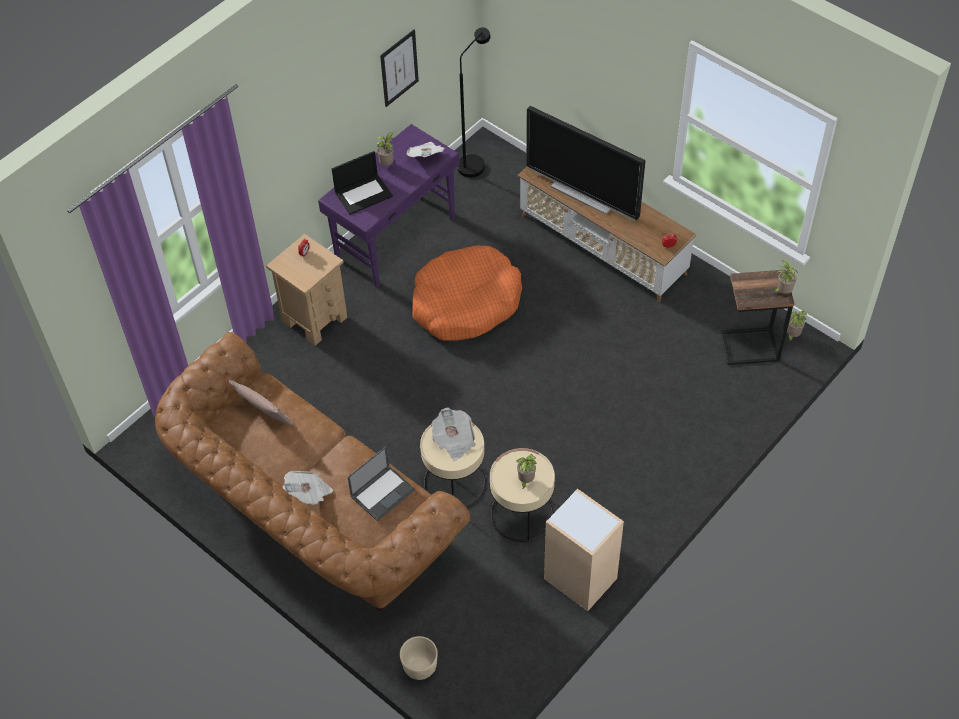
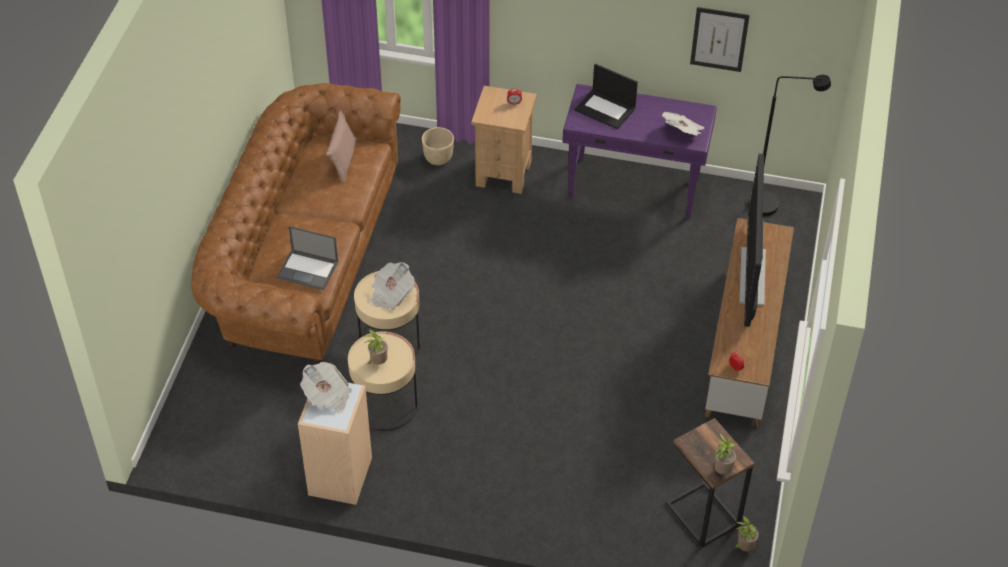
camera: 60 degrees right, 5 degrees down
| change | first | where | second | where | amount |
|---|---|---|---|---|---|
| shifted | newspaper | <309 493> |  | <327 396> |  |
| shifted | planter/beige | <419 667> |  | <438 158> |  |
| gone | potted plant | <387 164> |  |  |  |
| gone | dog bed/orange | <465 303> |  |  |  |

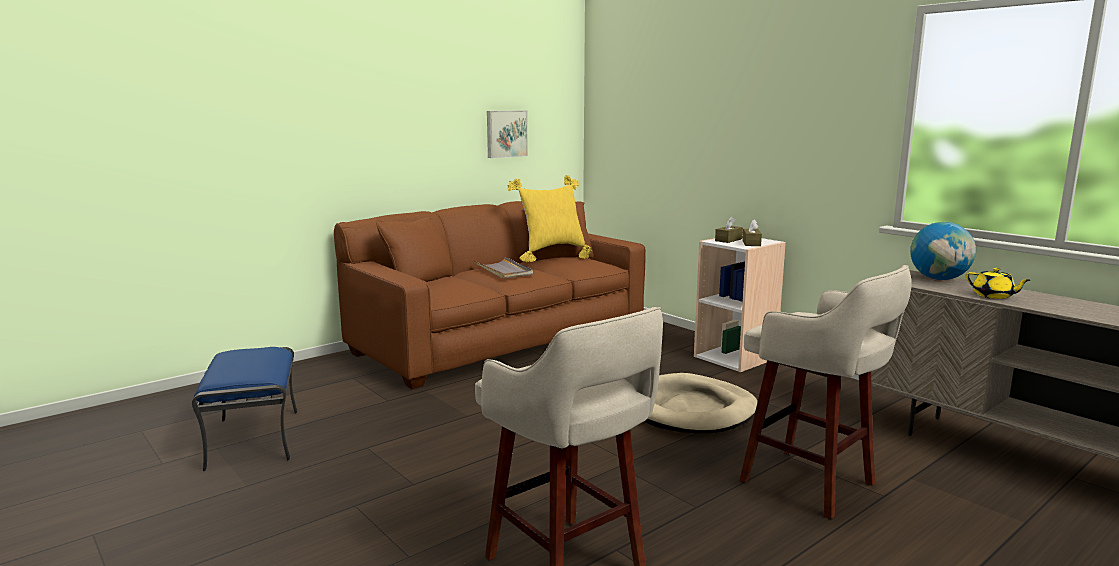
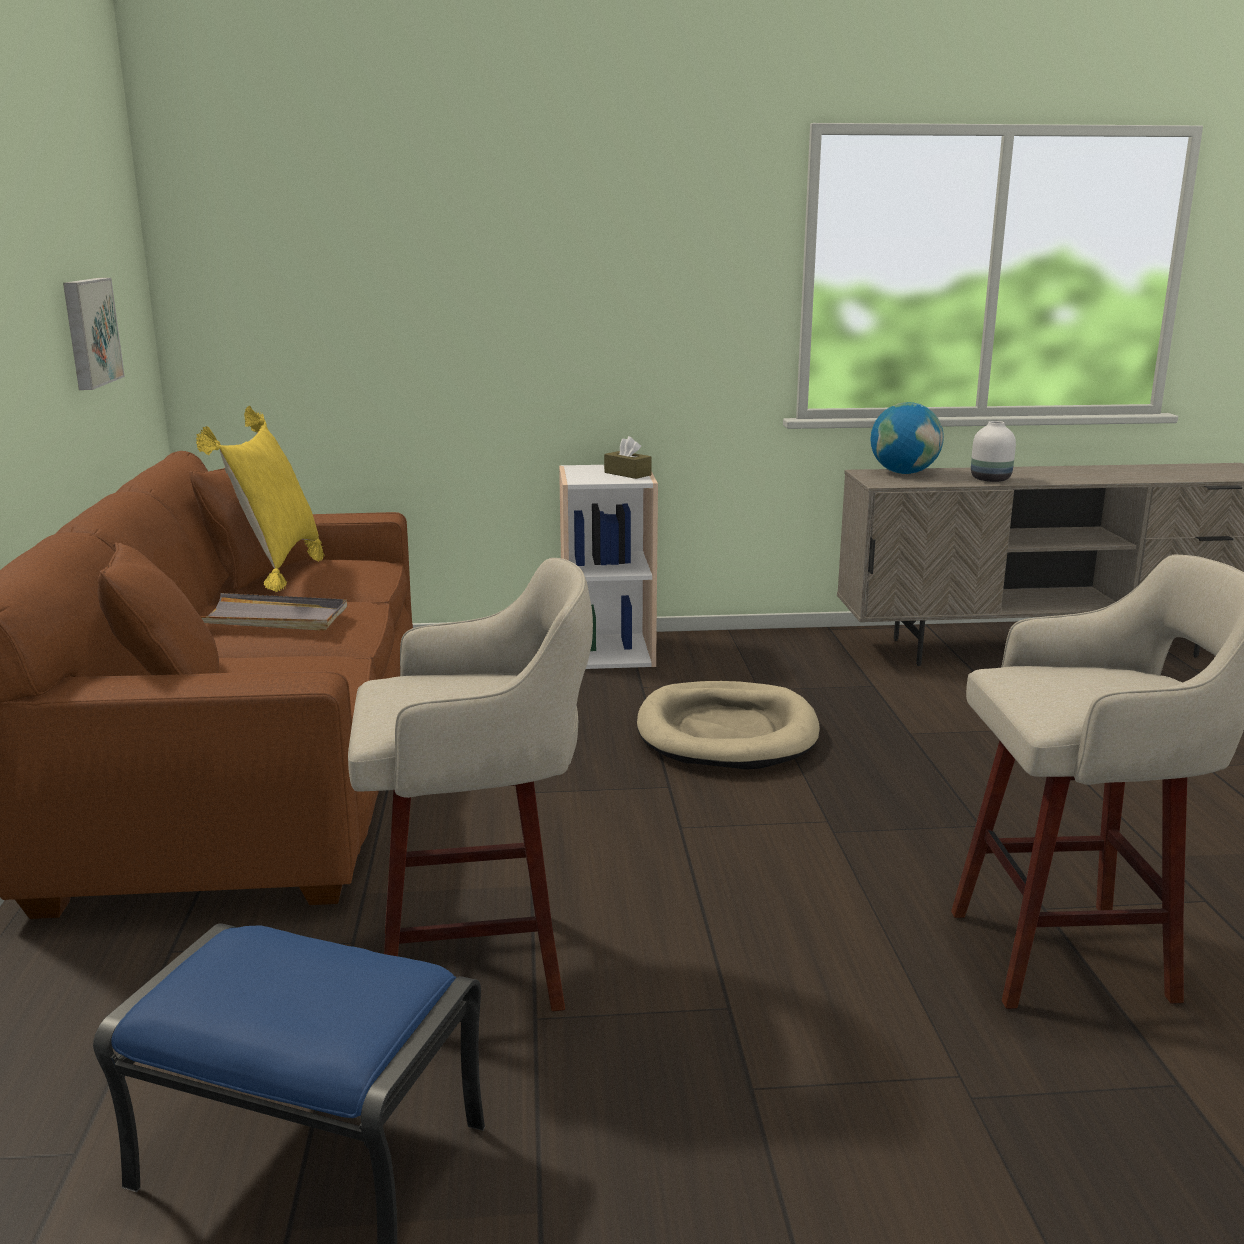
camera: 55 degrees left, 5 degrees up
| change | first | where | second | where | amount |
|---|---|---|---|---|---|
| shifted | stool/beige | <812 485> |  | <481 967> |  |
| swapped | teapot/yellow | <993 296> | vase/white | <991 479> |  |
| gone | tissue box/brown | <728 240> |  |  |  |

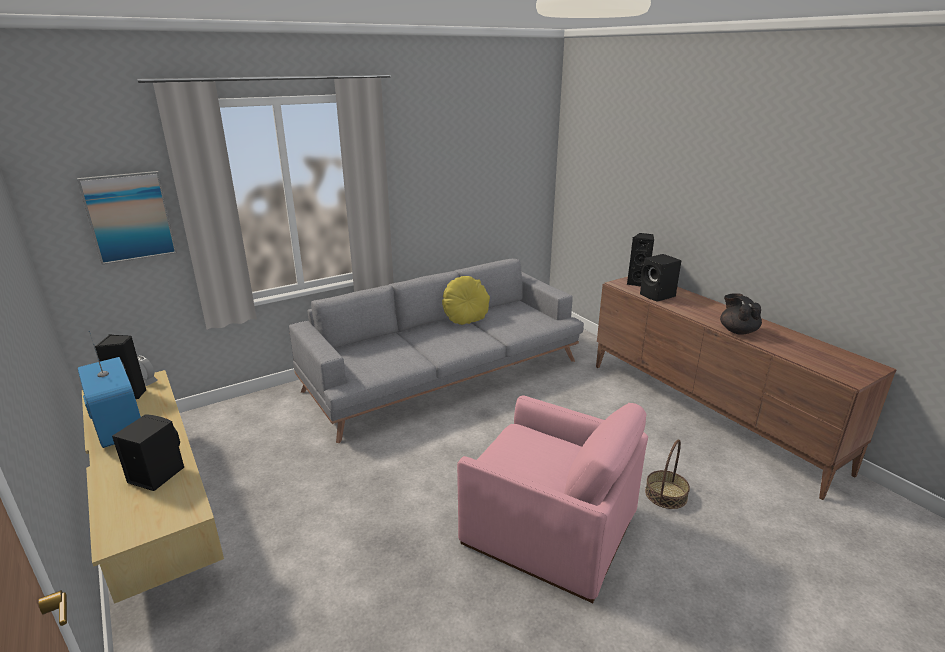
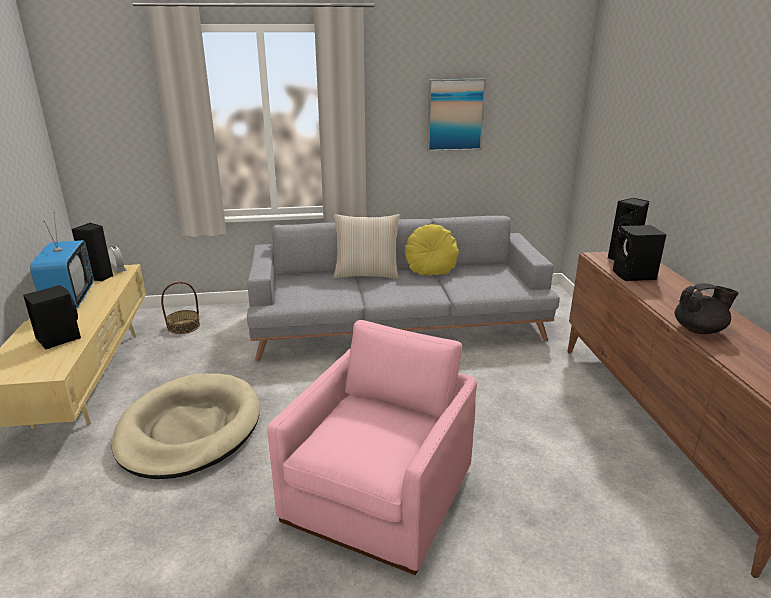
camera: 25 degrees right, 0 degrees up
| change | first | where | second | where | amount |
|---|---|---|---|---|---|
| new |  |  | dog bed/beige | <189 429> |  |
| shifted | basket | <665 494> |  | <183 326> |  |
| rotated | armchair/pink | <548 528> |  | <380 494> | 120 degrees counterclockwise |
| new |  |  | pillow/beige | <366 274> |  |
| shifted | picture | <129 217> |  | <455 115> |  |
| rotated | teapot/black | <737 331> |  | <699 330> | 75 degrees clockwise |

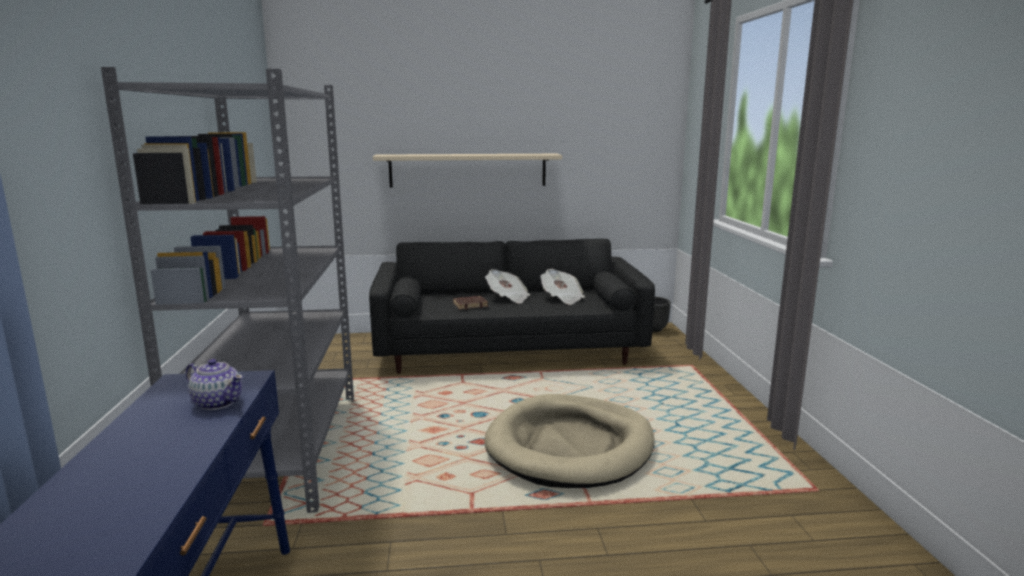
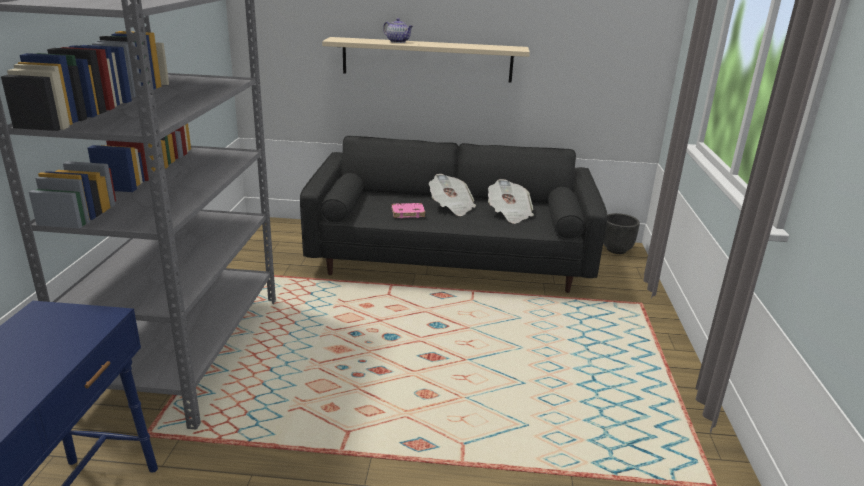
camera: 10 degrees right, 10 degrees up
| change | first | where | second | where | amount |
|---|---|---|---|---|---|
| shifted | teapot | <217 402> |  | <397 41> |  |
| repainted | book/brown | <470 305> | book/pink | <408 213> |  |
| gone | dog bed/beige | <570 446> |  |  |  |

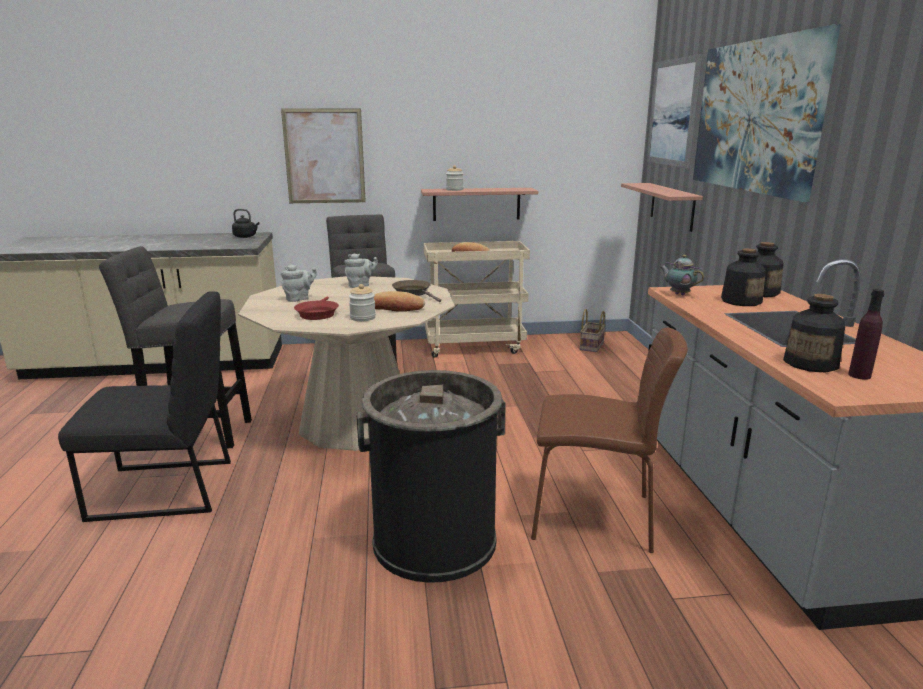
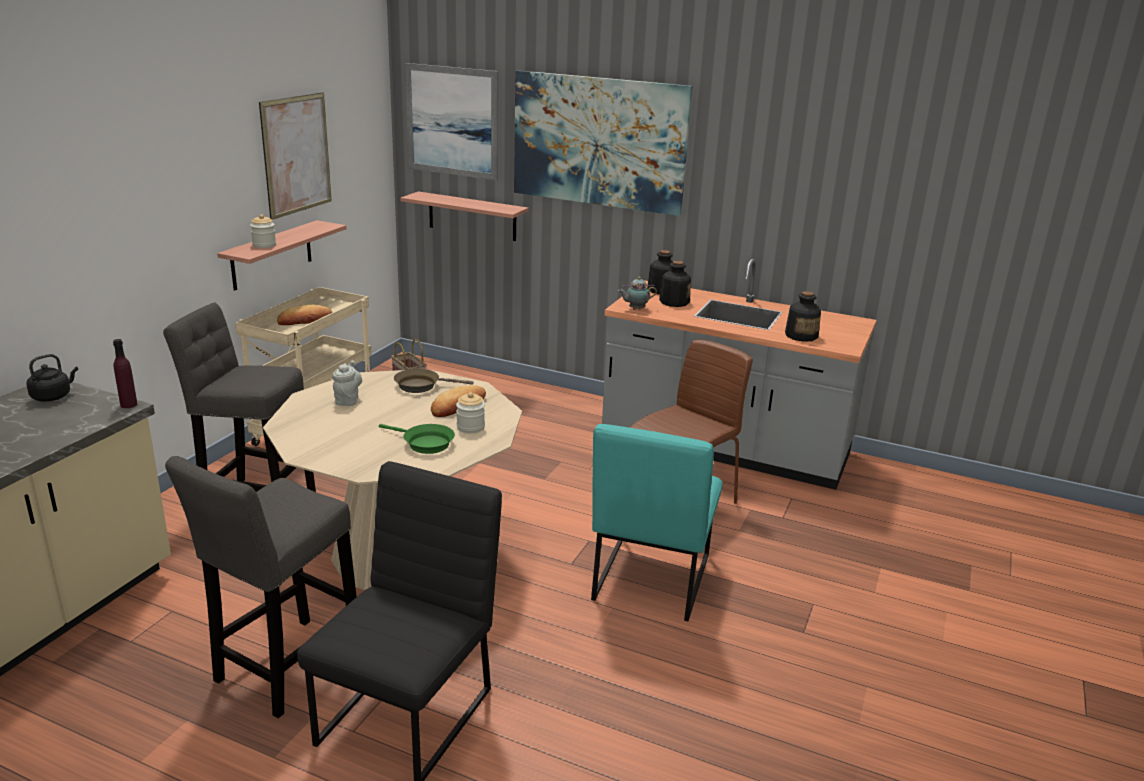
camera: 60 degrees left, 5 degrees up
| change | first | where | second | where | amount |
|---|---|---|---|---|---|
| shifted | bottle/purple | <859 375> |  | <129 404> |  |
| shifted | picture | <324 156> |  | <296 155> |  |
| repainted | frying pan/red | <317 314> | frying pan/green | <424 443> |  |
| swapped | trash can/black | <434 540> | chair/turquoise | <650 579> |  |
| gone | teapot/grey | <299 299> |  |  |  |

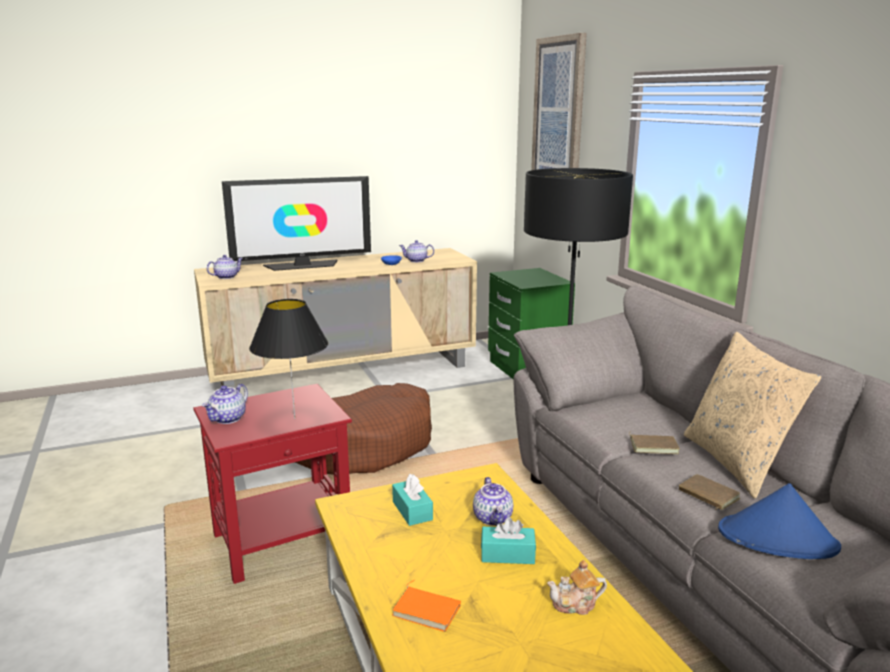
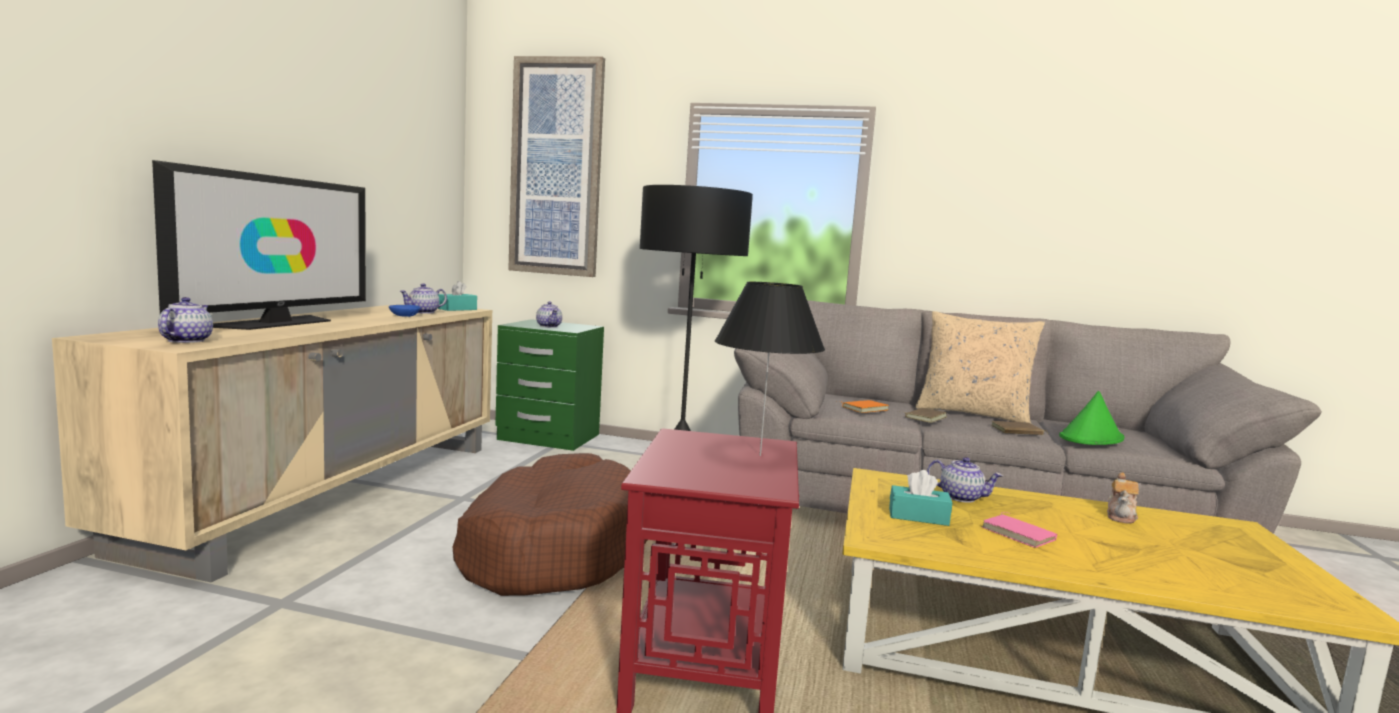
camera: 55 degrees left, 10 degrees down
| change | first | where | second | where | amount |
|---|---|---|---|---|---|
| shifted | tissue box/turquoise | <507 554> |  | <457 309> |  |
| shifted | teapot | <228 419> |  | <549 326> |  |
| shifted | book/orange | <427 610> |  | <864 408> |  |
| new |  |  | book/pink | <1019 534> |  |
| repainted | hat/blue | <778 539> | hat/green | <1091 438> |  |

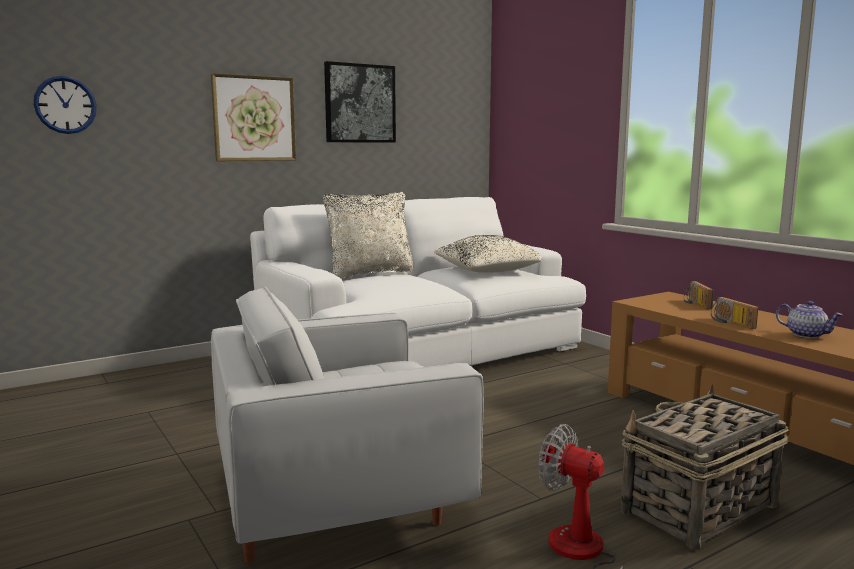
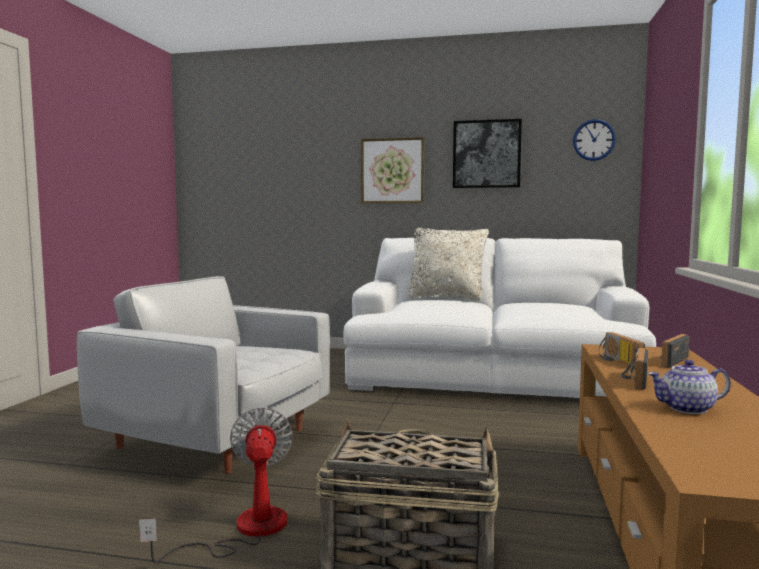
camera: 45 degrees right, 5 degrees down
| change | first | where | second | where | amount |
|---|---|---|---|---|---|
| shifted | wall clock | <65 105> |  | <594 140> |  |
| new |  |  | radio | <617 361> |  |
| rotated | teapot | <806 335> |  | <687 408> | 90 degrees clockwise |
| gone | pillow/beige | <488 269> |  |  |  |

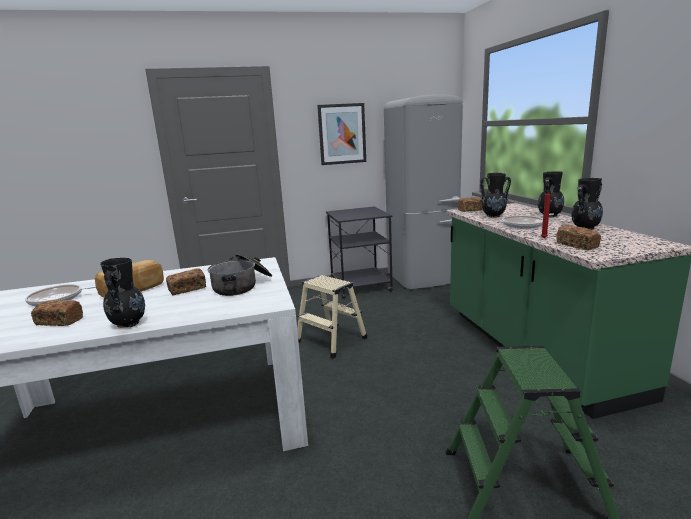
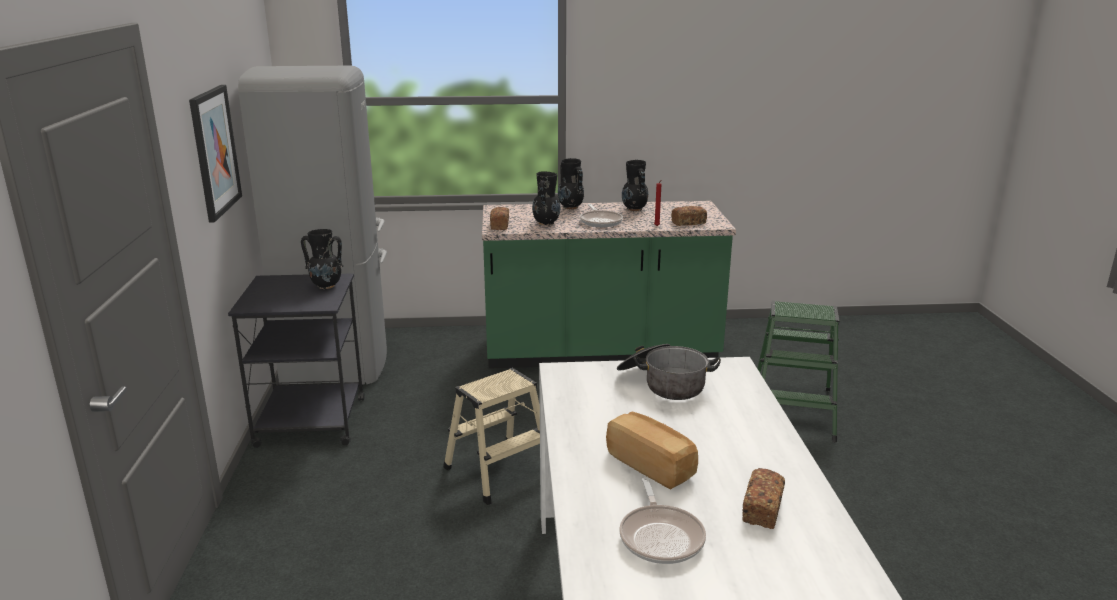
camera: 80 degrees left, 5 degrees up
| change | first | where | second | where | amount |
|---|---|---|---|---|---|
| shifted | vase/black | <129 324> |  | <326 286> |  |
| gone | bread | <187 289> |  |  |  |

